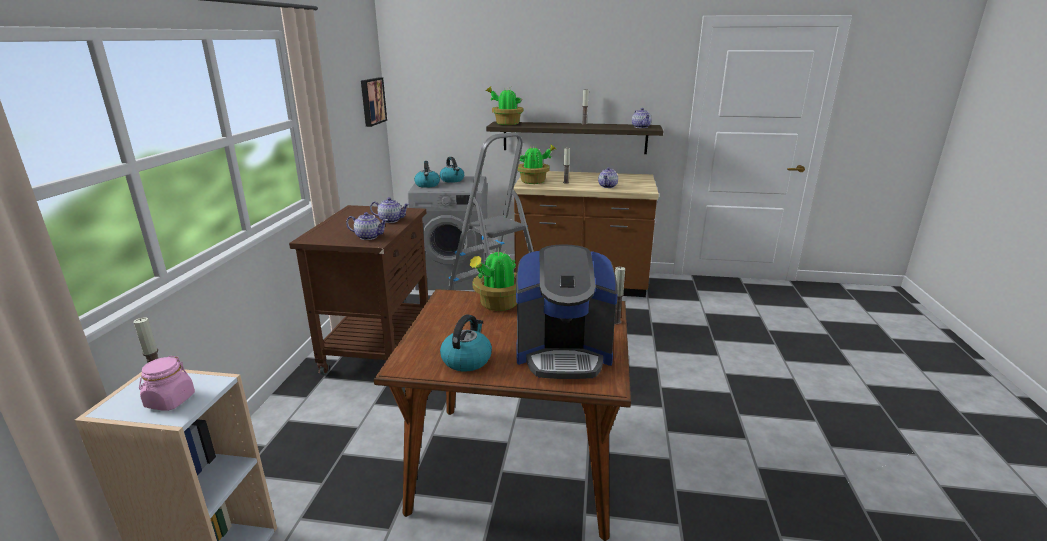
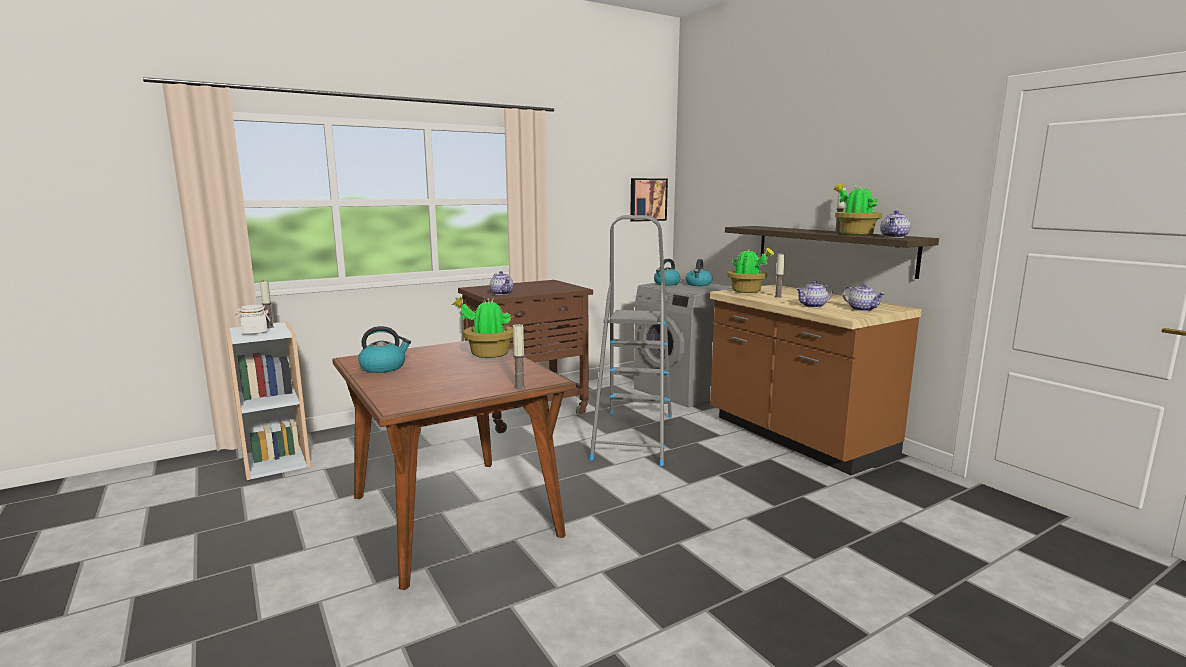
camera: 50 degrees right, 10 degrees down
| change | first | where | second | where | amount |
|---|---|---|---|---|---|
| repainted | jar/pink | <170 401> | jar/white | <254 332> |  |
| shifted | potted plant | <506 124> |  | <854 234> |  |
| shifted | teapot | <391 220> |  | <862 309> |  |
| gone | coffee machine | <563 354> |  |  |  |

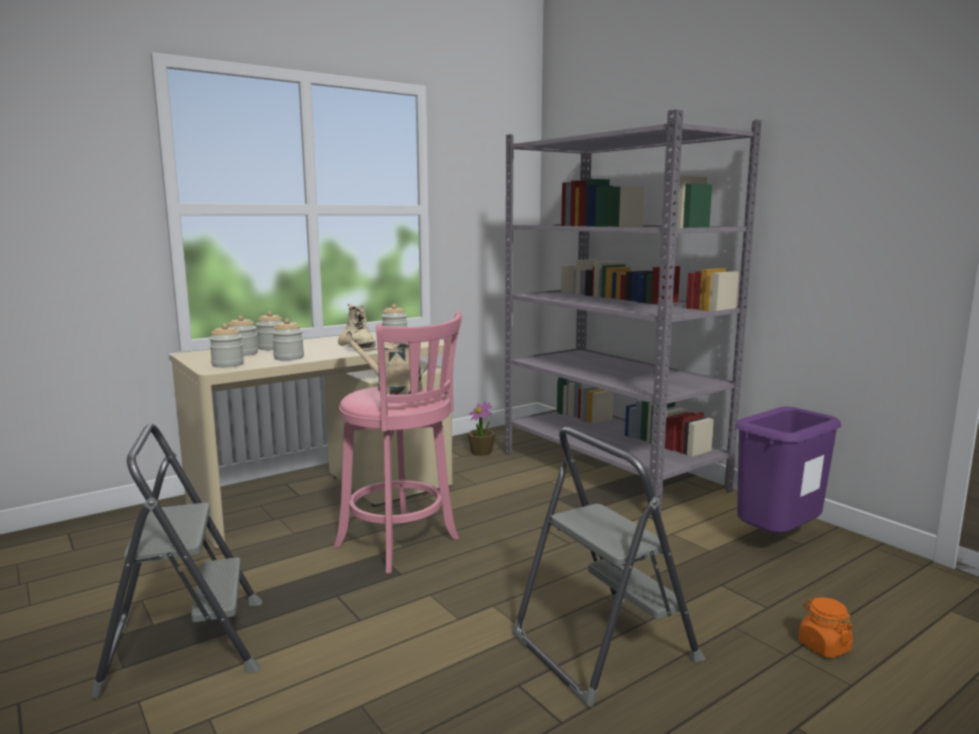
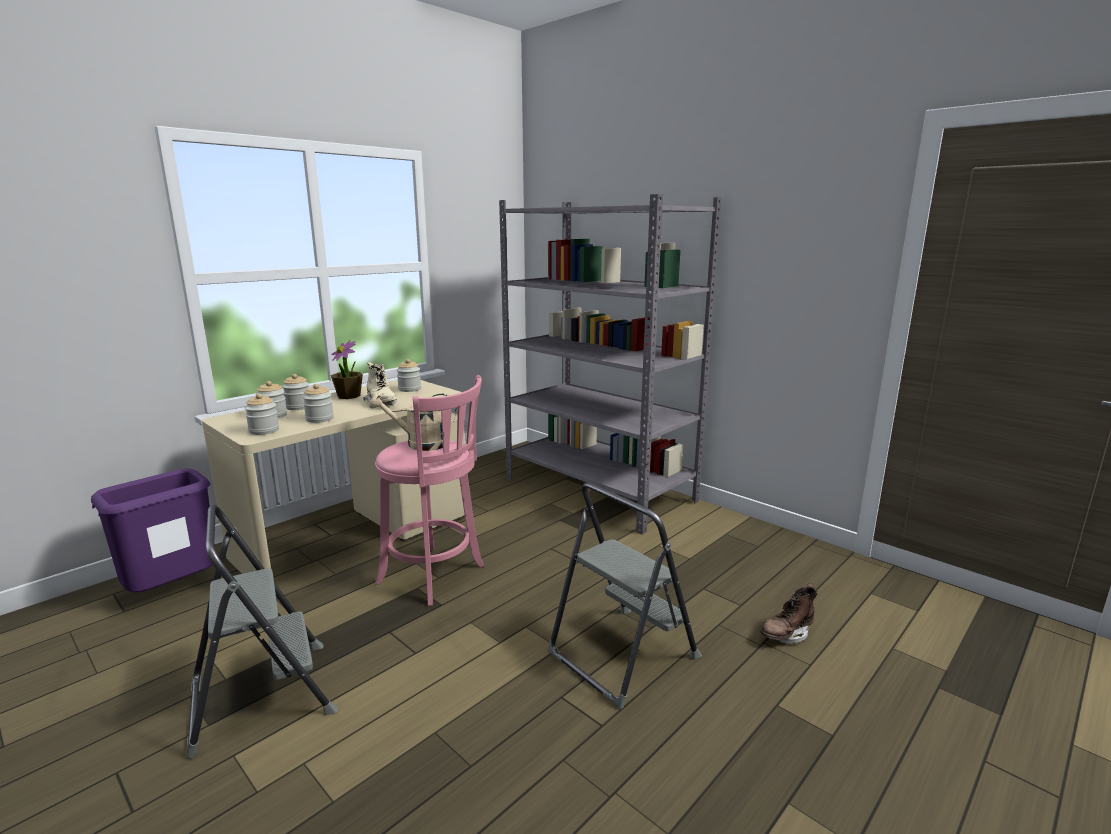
camera: 10 degrees left, 5 degrees up
| change | first | where | second | where | amount |
|---|---|---|---|---|---|
| shifted | trash can/purple | <776 540> |  | <174 592> |  |
| shifted | potted plant | <481 452> |  | <349 396> |  |
| swapped | jar/orange | <823 646> | boot/brown | <786 634> |  |

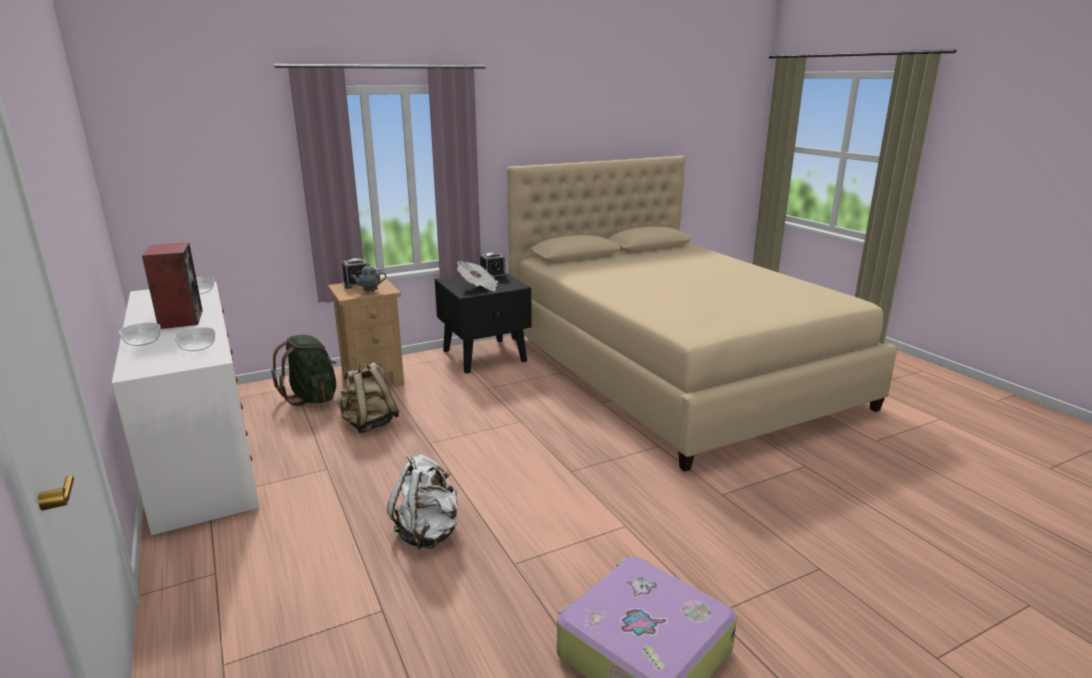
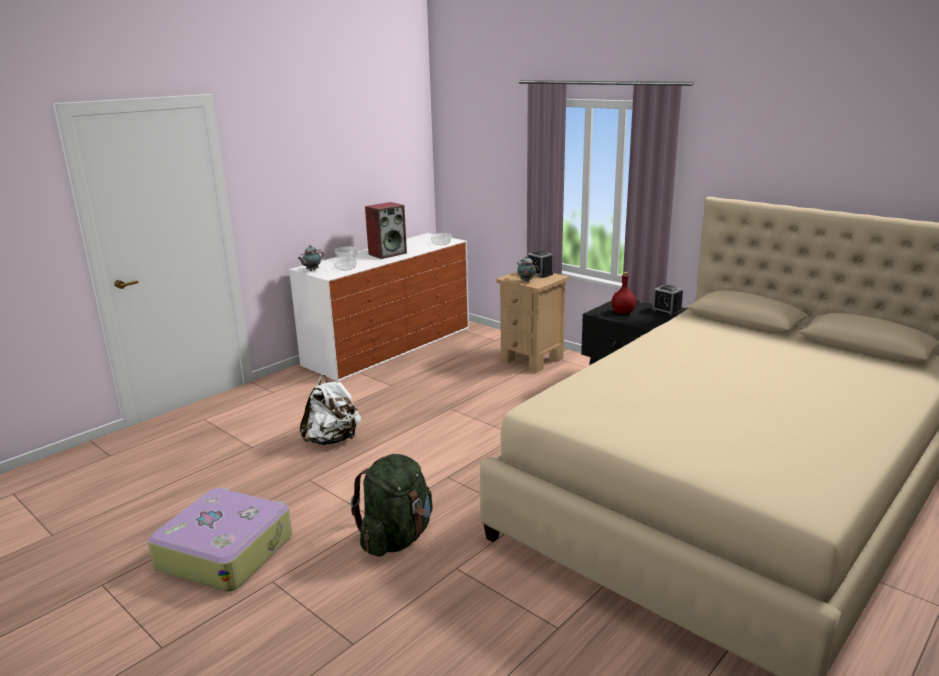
camera: 70 degrees right, 0 degrees up
| change | first | where | second | where | amount |
|---|---|---|---|---|---|
| new |  |  | teapot | <311 270> |  |
| shifted | backpack/green | <312 397> |  | <396 538> |  |
| swapped | newspaper | <478 287> | bottle/red | <623 313> |  |
| gone | backpack/beige | <369 424> |  |  |  |

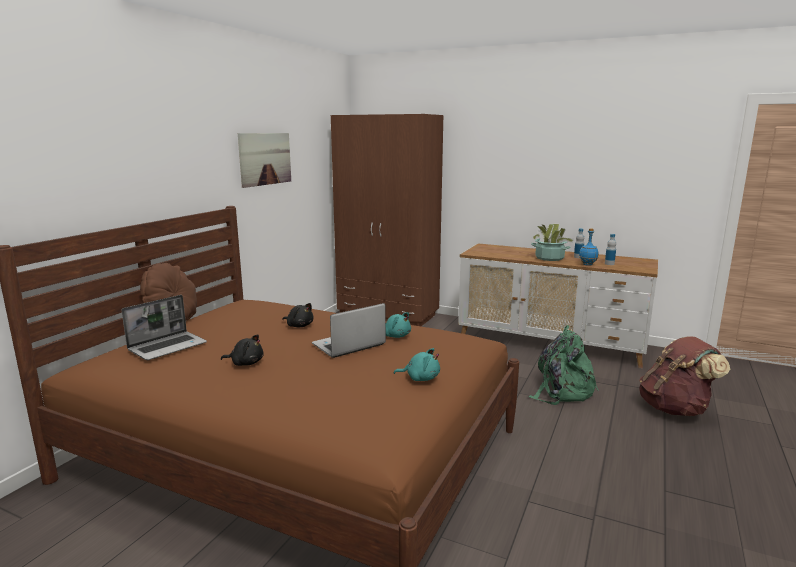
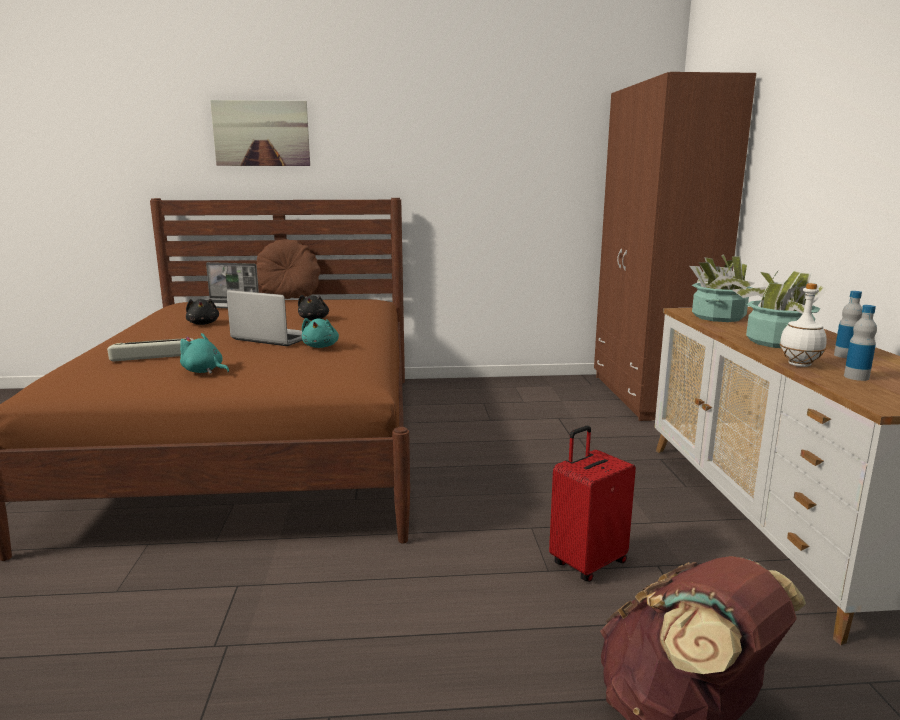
camera: 60 degrees right, 0 degrees up
| change | first | where | second | where | amount |
|---|---|---|---|---|---|
| new |  |  | keyboard | <152 355> |  |
| rotated | plush toy/turquoise | <420 378> |  | <204 371> | 135 degrees clockwise |
| shifted | picture | <265 159> |  | <261 133> |  |
| swapped | backpack/green | <562 391> | suitcase/red | <587 562> |  |
| new |  |  | potted plant | <718 317> |  |
| repainted | bottle/blue | <587 264> | bottle/white | <798 364> |  |

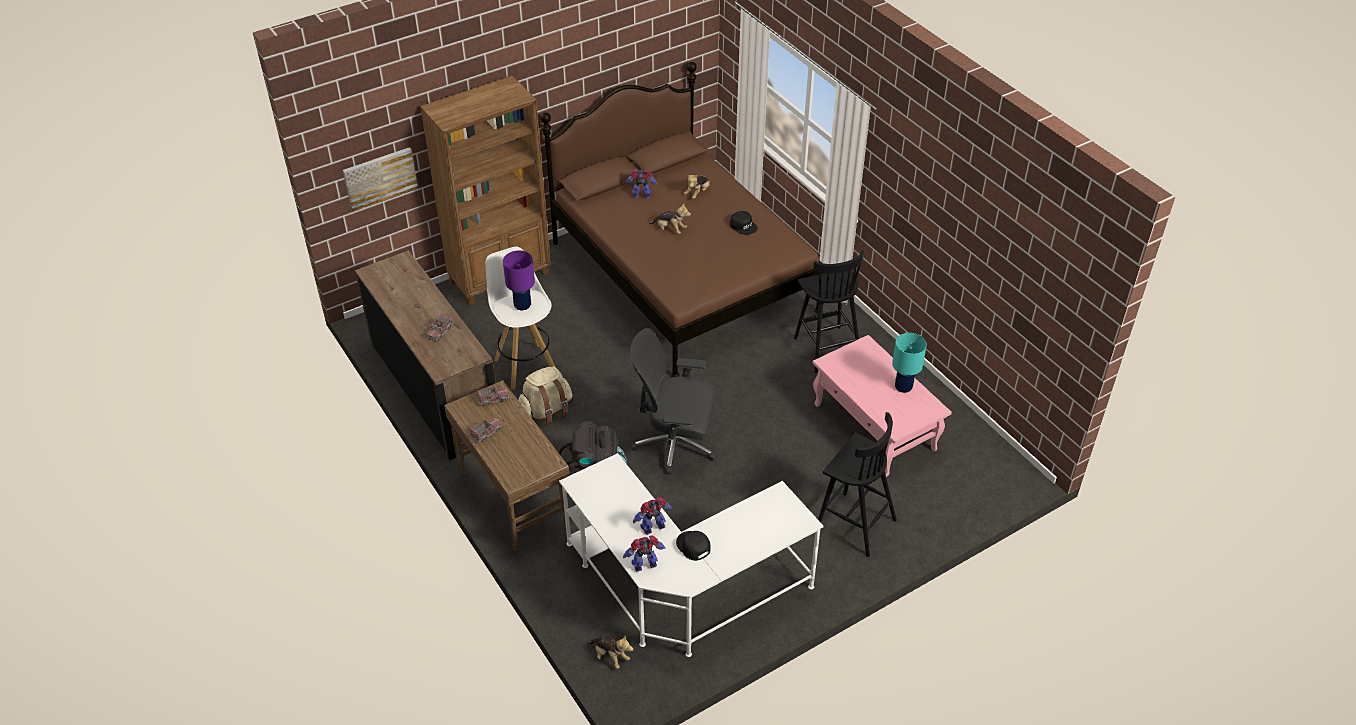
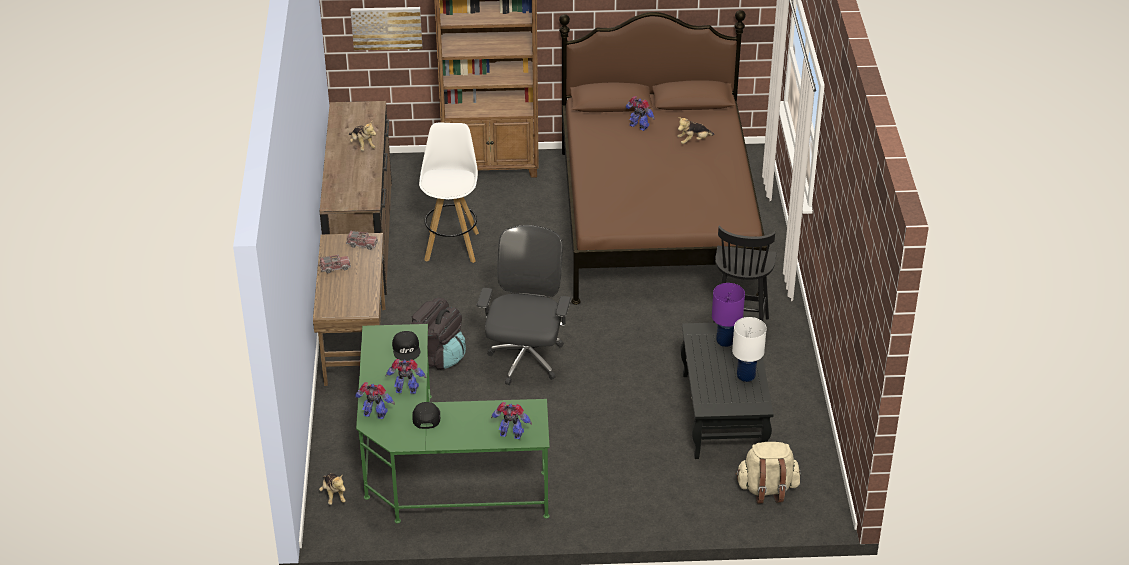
camera: 30 degrees right, 5 degrees down
| change | first | where | second | where | amount |
|---|---|---|---|---|---|
| shifted | plush toy | <670 229> |  | <362 145> |  |
| repainted | desk/white | <682 588> | desk/green | <435 470> |  |
| shifted | cap/black | <743 226> |  | <406 349> |  |
| rotated | office chair | <676 446> |  | <526 359> | 60 degrees clockwise |
| new |  |  | toy robot | <511 434> |  |
| repainted | coffee table/pink | <875 428> | coffee table/black | <723 415> |  |
| shifted | table lamp/purple | <522 306> |  | <725 342> |  |
| repainted | table lamp/turquoise | <903 388> | table lamp/white | <746 377> |  |
| shifted | backpack/beige | <546 410> |  | <767 489> |  |
| gone | toy truck | <439 332> |  |  |  |
| gone | stool/black | <853 523> |  |  |  |

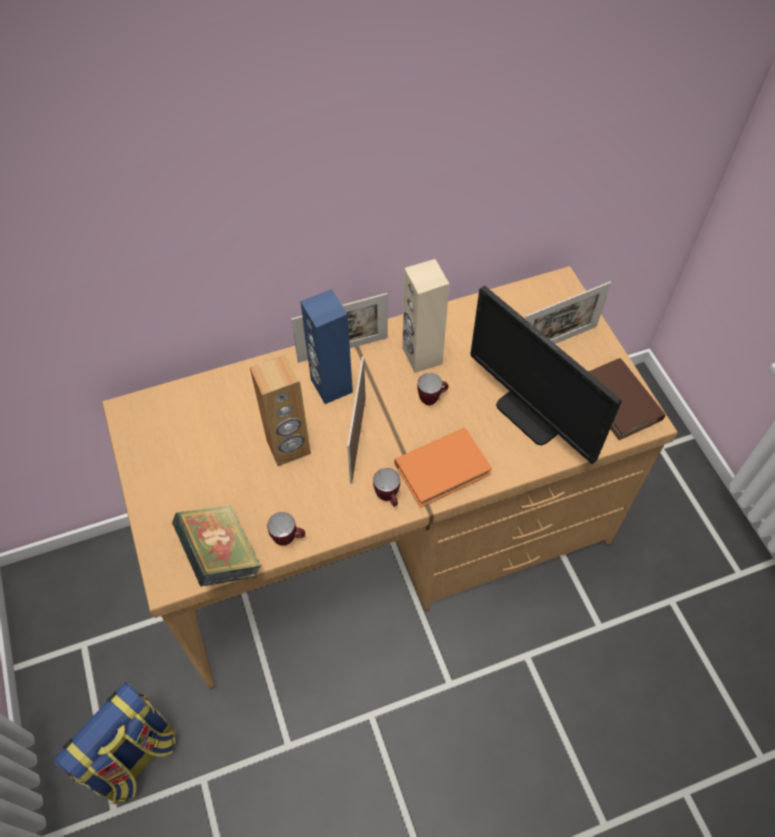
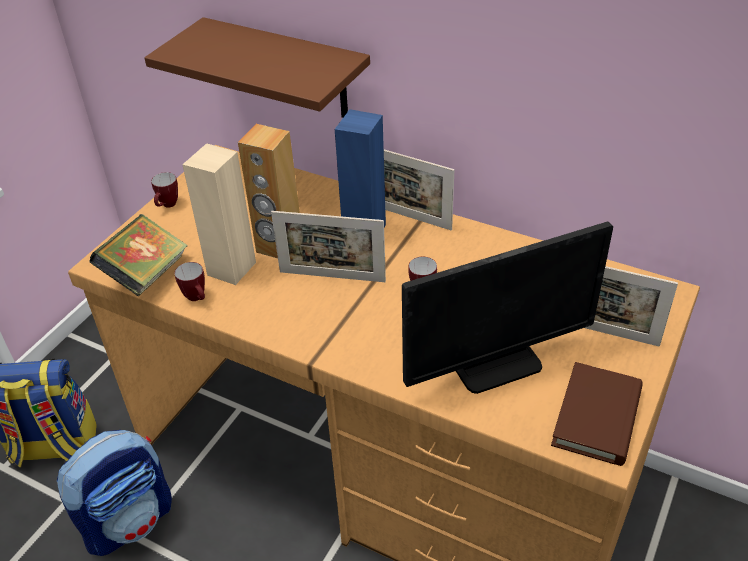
camera: 50 degrees right, 15 degrees down
| change | first | where | second | where | amount |
|---|---|---|---|---|---|
| new |  |  | backpack | <129 520> |  |
| new |  |  | shelf/brown | <286 69> |  |
| shifted | mug | <388 498> |  | <168 206> |  |
| shifted | speaker/beige | <421 356> |  | <231 268> |  |
| rotated | picture frame | <358 439> |  | <332 277> | 135 degrees counterclockwise |
| rotated | monitor | <532 414> |  | <496 364> | 120 degrees counterclockwise |
| gone | book/orange | <442 469> |  |  |  |

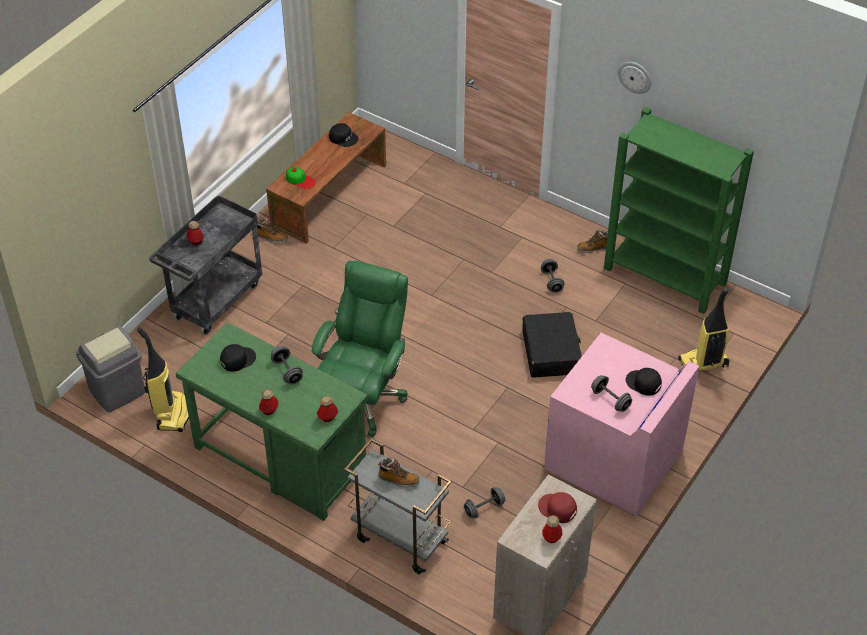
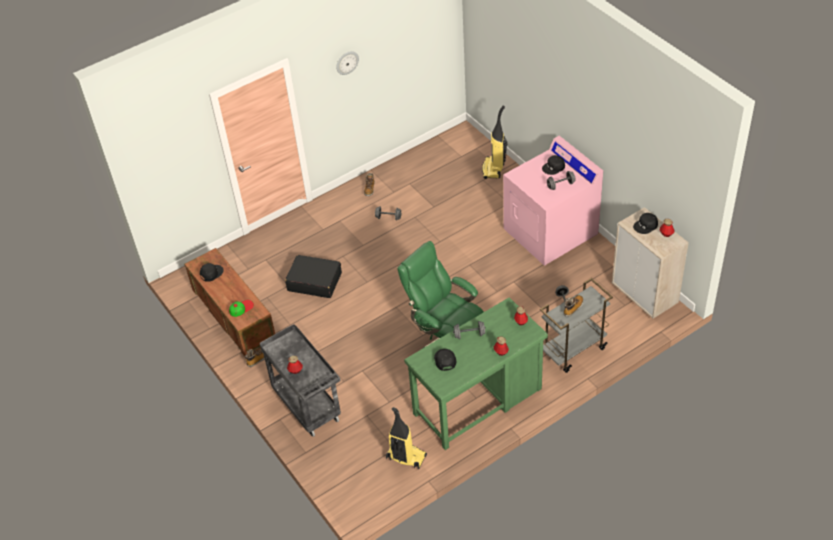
camera: 65 degrees left, 0 degrees up
| change | first | where | second | where | amount |
|---|---|---|---|---|---|
| shifted | suitcase/black | <551 352> |  | <314 281> |  |
| repainted | cap/red | <557 509> | cap/black | <646 226> |  |
| gone | trash can/grey | <117 391> |  |  |  |
| gone | bookcase/green | <665 276> |  |  |  |

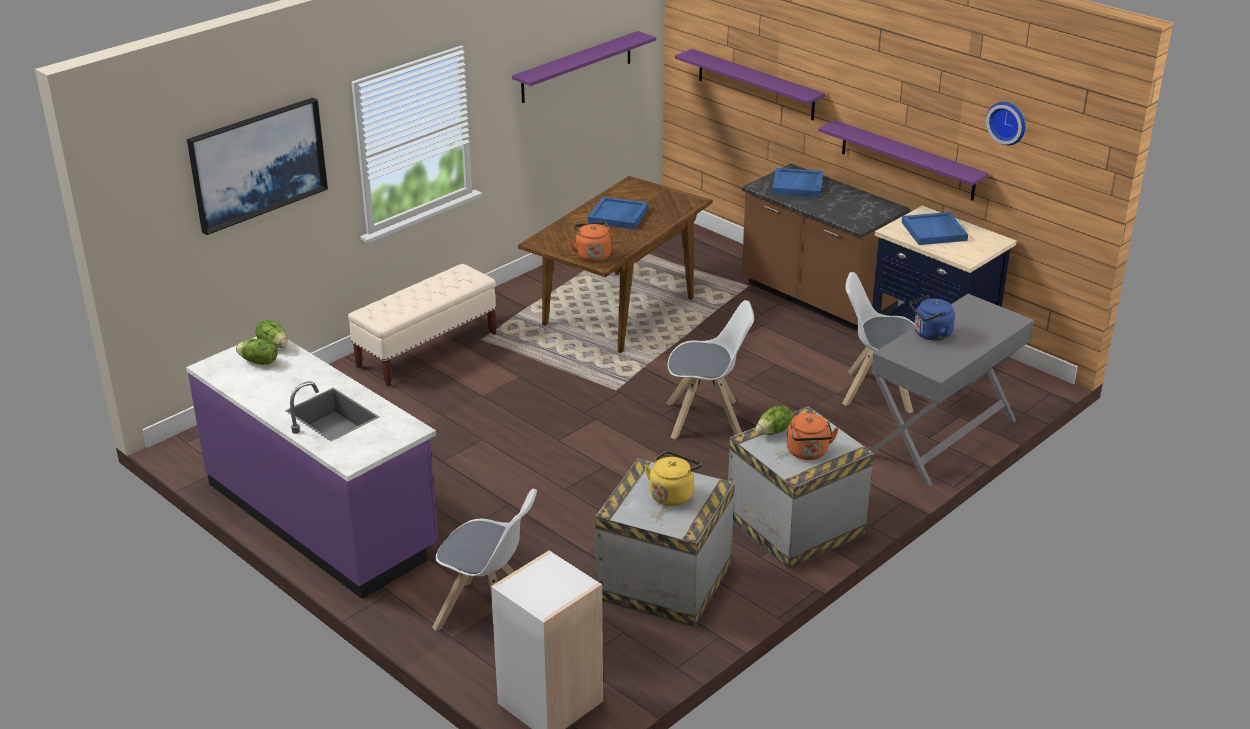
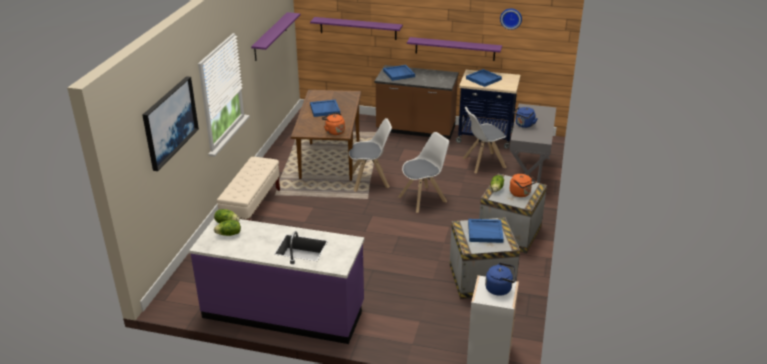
camera: 30 degrees left, 0 degrees up
| change | first | where | second | where | amount |
|---|---|---|---|---|---|
| shifted | chair | <489 614> |  | <370 181> |  |
| swapped | kettle/yellow | <672 494> | tray/blue | <485 232> |  |
| new |  |  | kettle/blue | <500 289> |  |

